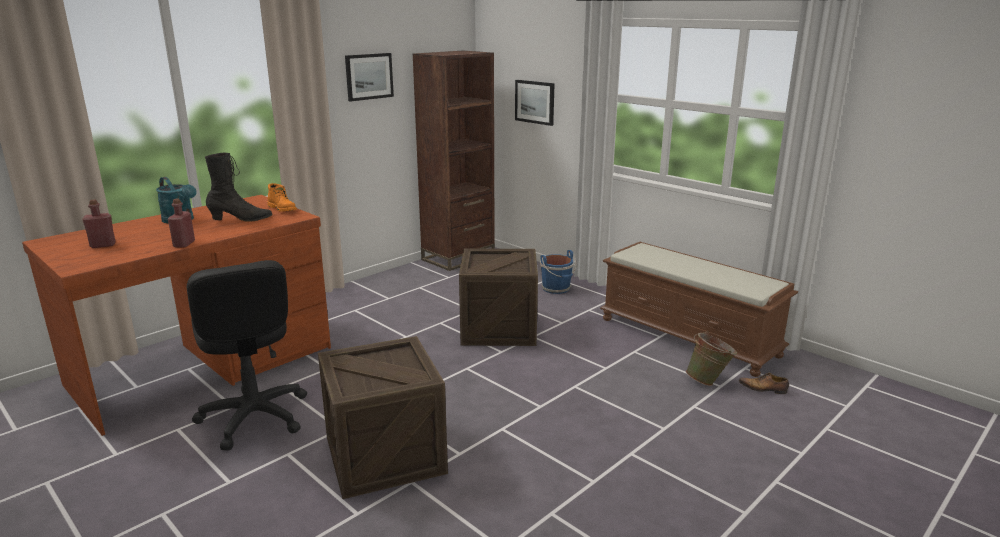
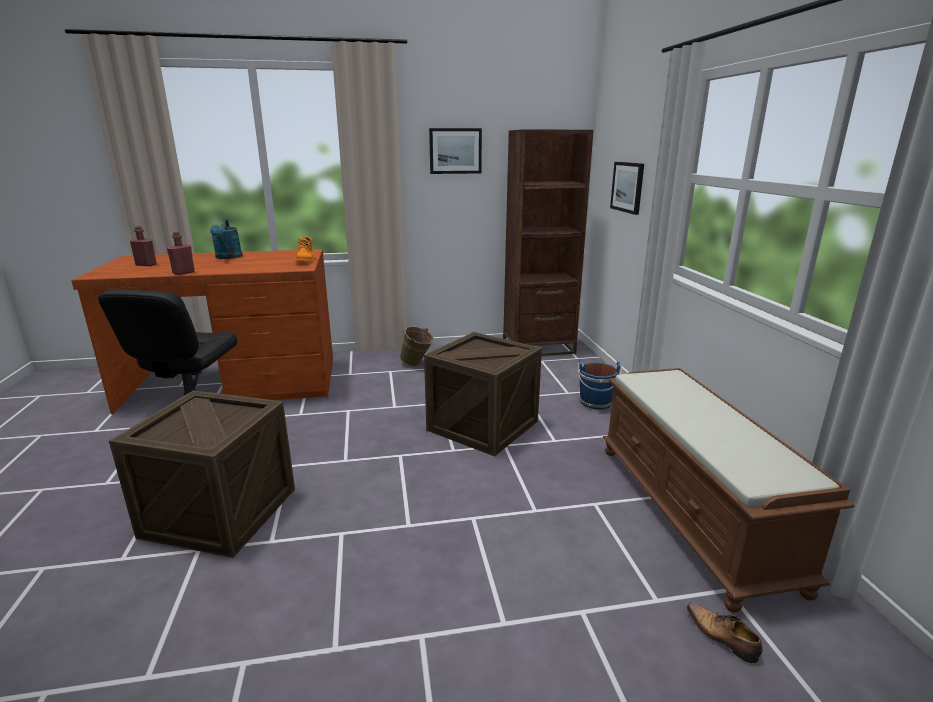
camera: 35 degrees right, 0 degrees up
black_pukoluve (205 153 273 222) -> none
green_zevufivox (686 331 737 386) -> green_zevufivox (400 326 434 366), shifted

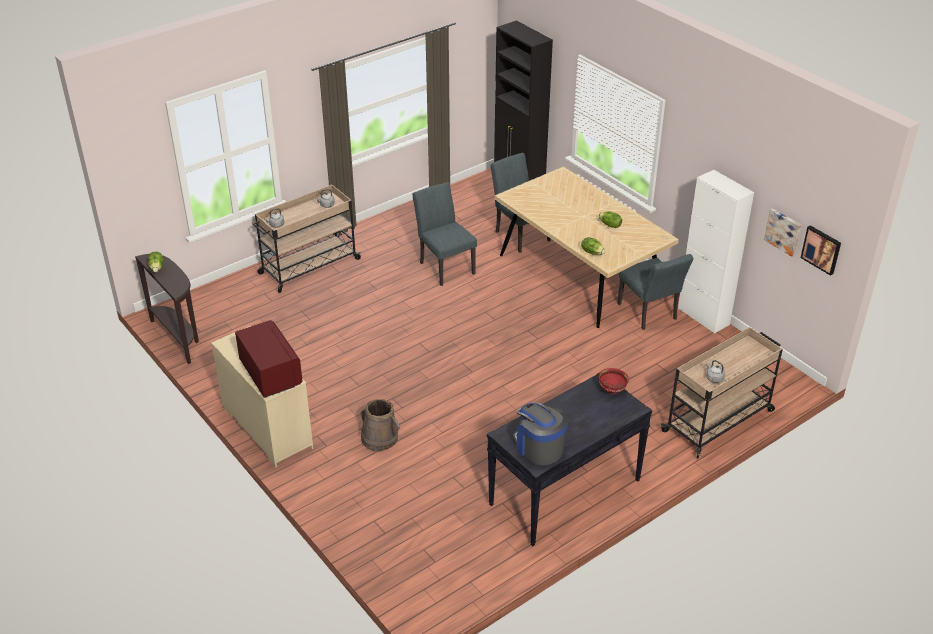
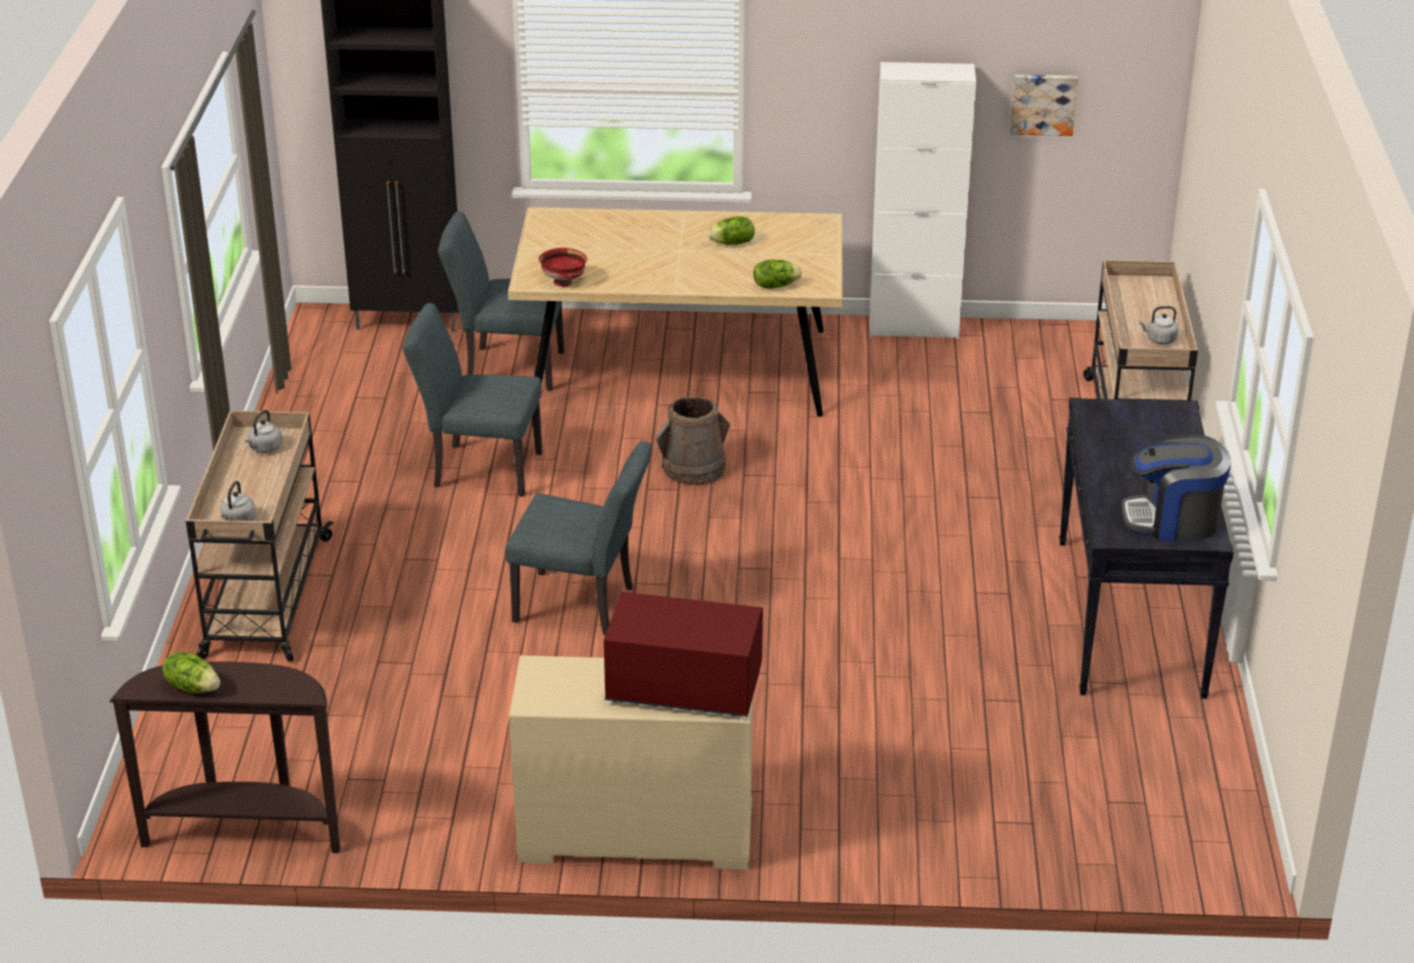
camera: 50 degrees left, 5 degrees down
brown_zevufivox (360 399 400 452) -> brown_zevufivox (656 396 730 485), shifted
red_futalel (599 368 629 394) -> red_futalel (539 248 587 287), shifted
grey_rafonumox (617 254 693 330) -> grey_rafonumox (506 441 652 635), shifted
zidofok (800 225 841 276) -> none

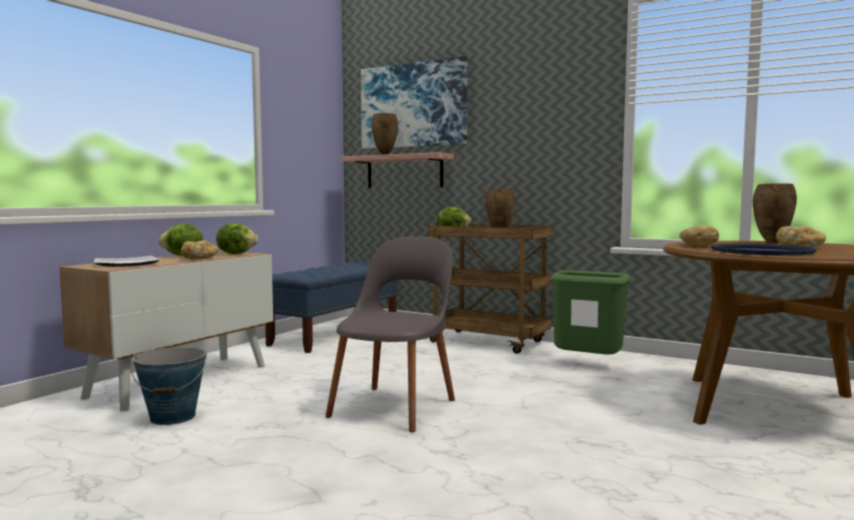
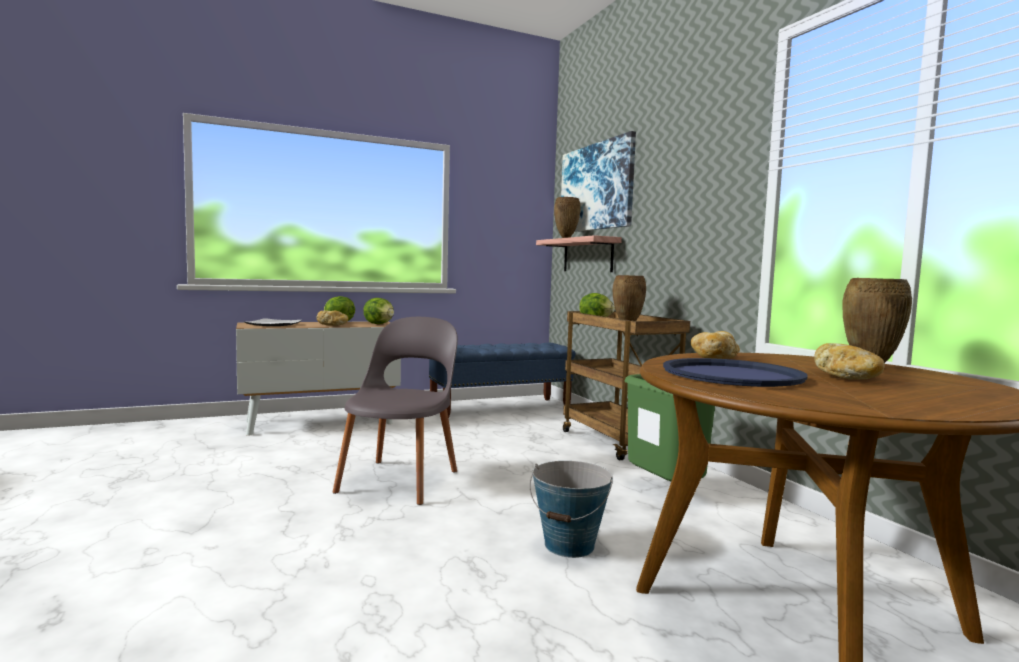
camera: 35 degrees right, 0 degrees up
zevufivox (131 347 207 425) -> zevufivox (530 461 613 558), shifted
grey_rafonumox (325 236 455 432) -> grey_rafonumox (333 317 458 505), 45 degrees counterclockwise

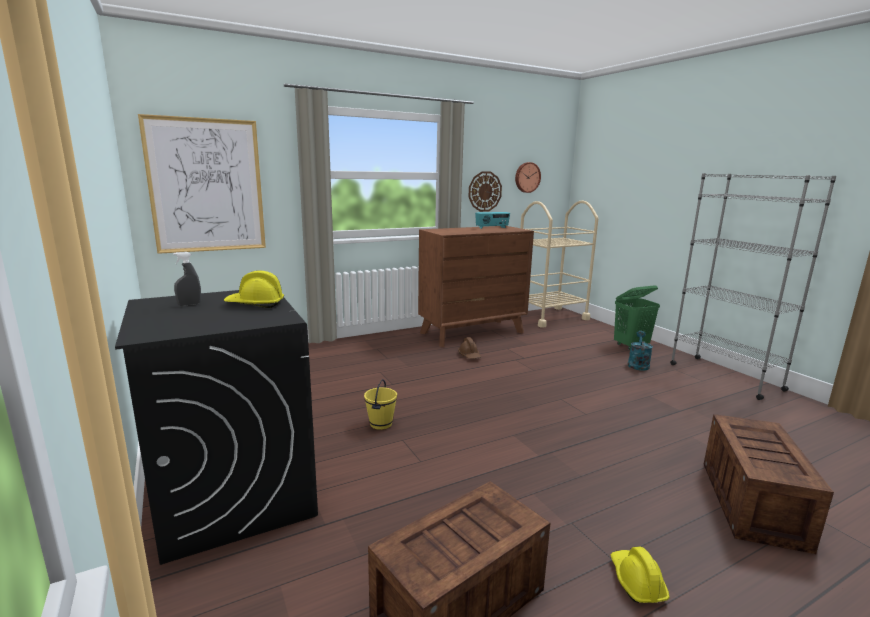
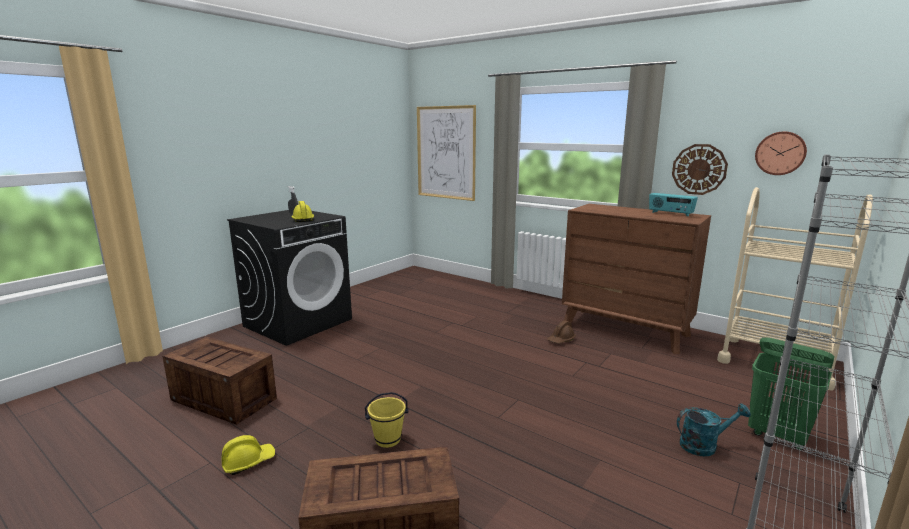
camera: 65 degrees right, 0 degrees up
yellow_zevufivox (364 379 397 430) -> yellow_zevufivox (365 392 408 448), shifted

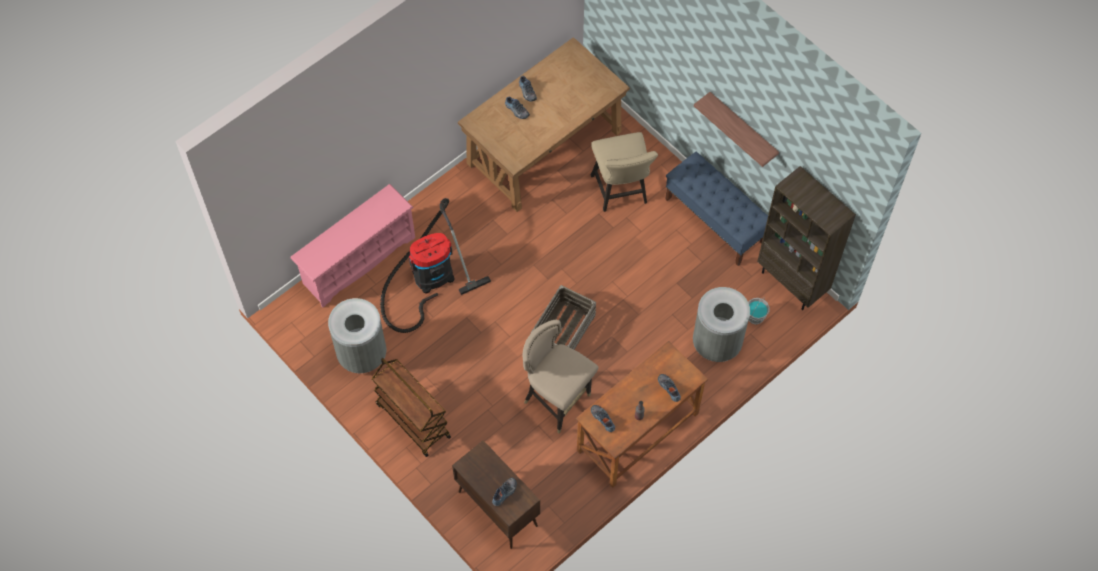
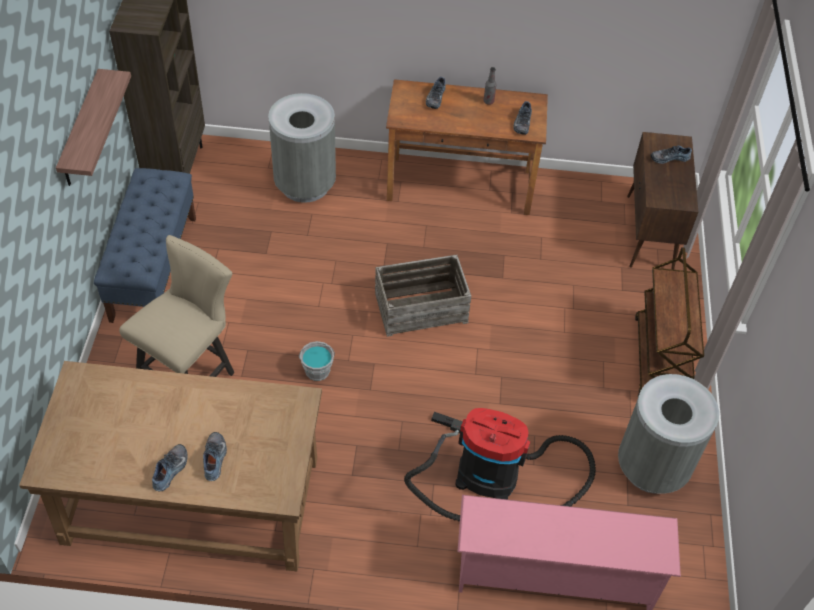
camera: 135 degrees left, 10 degrees down
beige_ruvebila (522 320 598 433) -> none
grey_zevufivox (748 298 770 324) -> grey_zevufivox (299 341 335 381), shifted

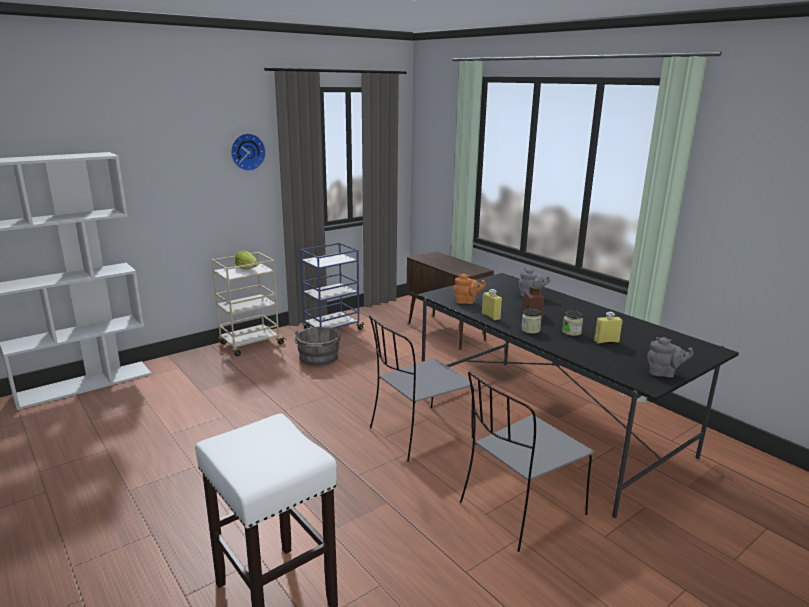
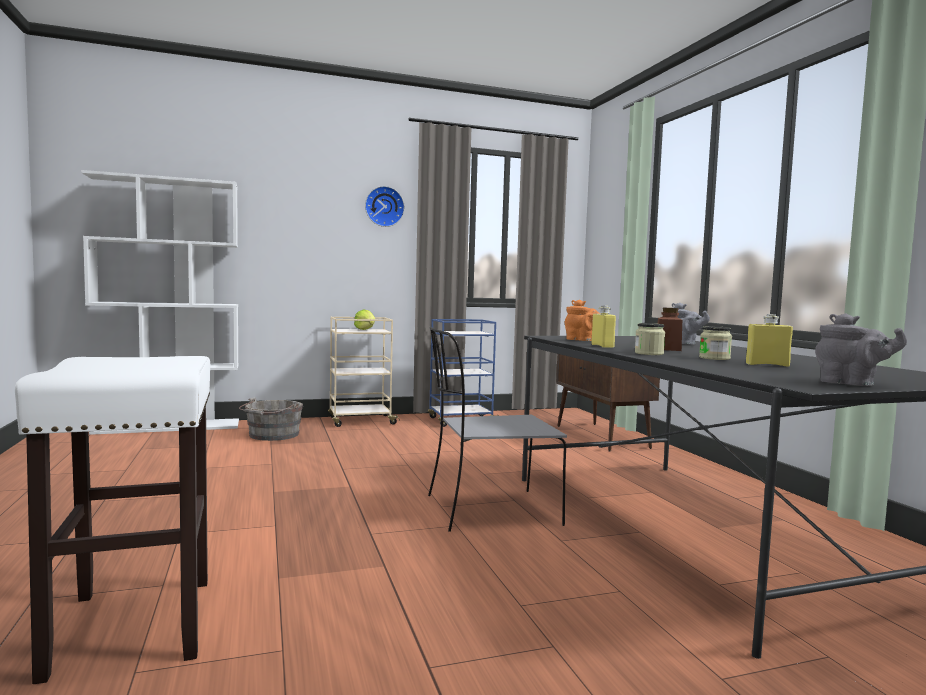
camera: 20 degrees right, 15 degrees down
grey_zevufivox (294 327 341 366) -> grey_zevufivox (239 397 303 441), shifted
grey_rafonumox (460 371 594 552) -> none

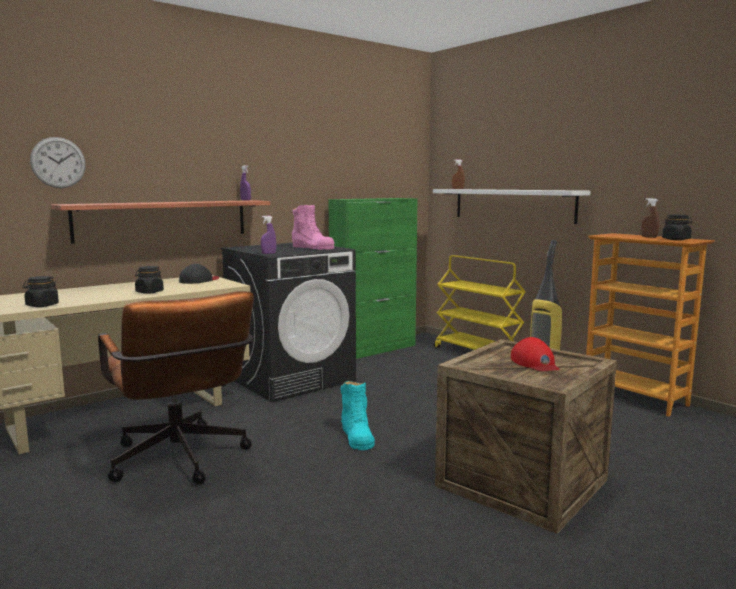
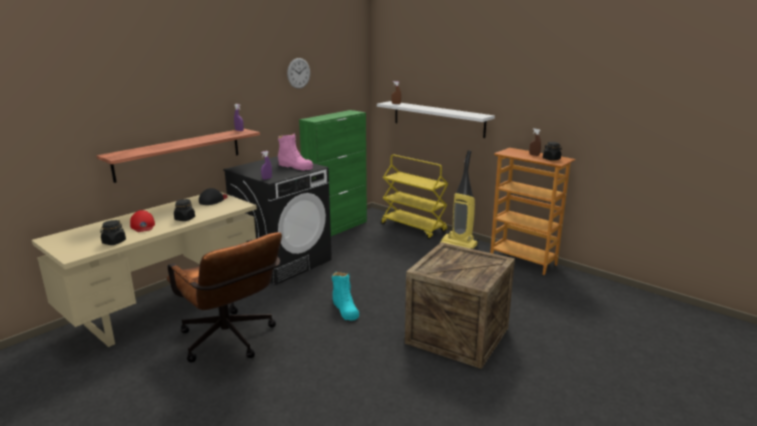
camera: 10 degrees left, 10 degrees up
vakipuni (30 137 86 188) -> vakipuni (287 58 310 89), shifted
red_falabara (511 337 560 371) -> red_falabara (130 210 155 232), shifted

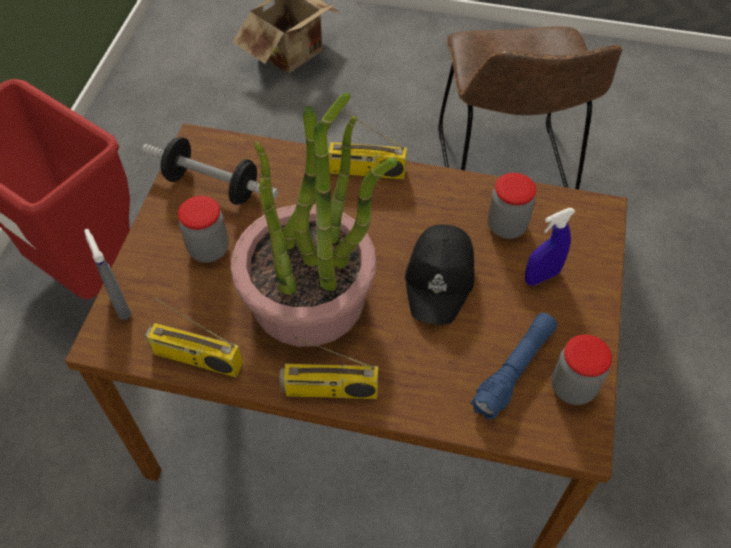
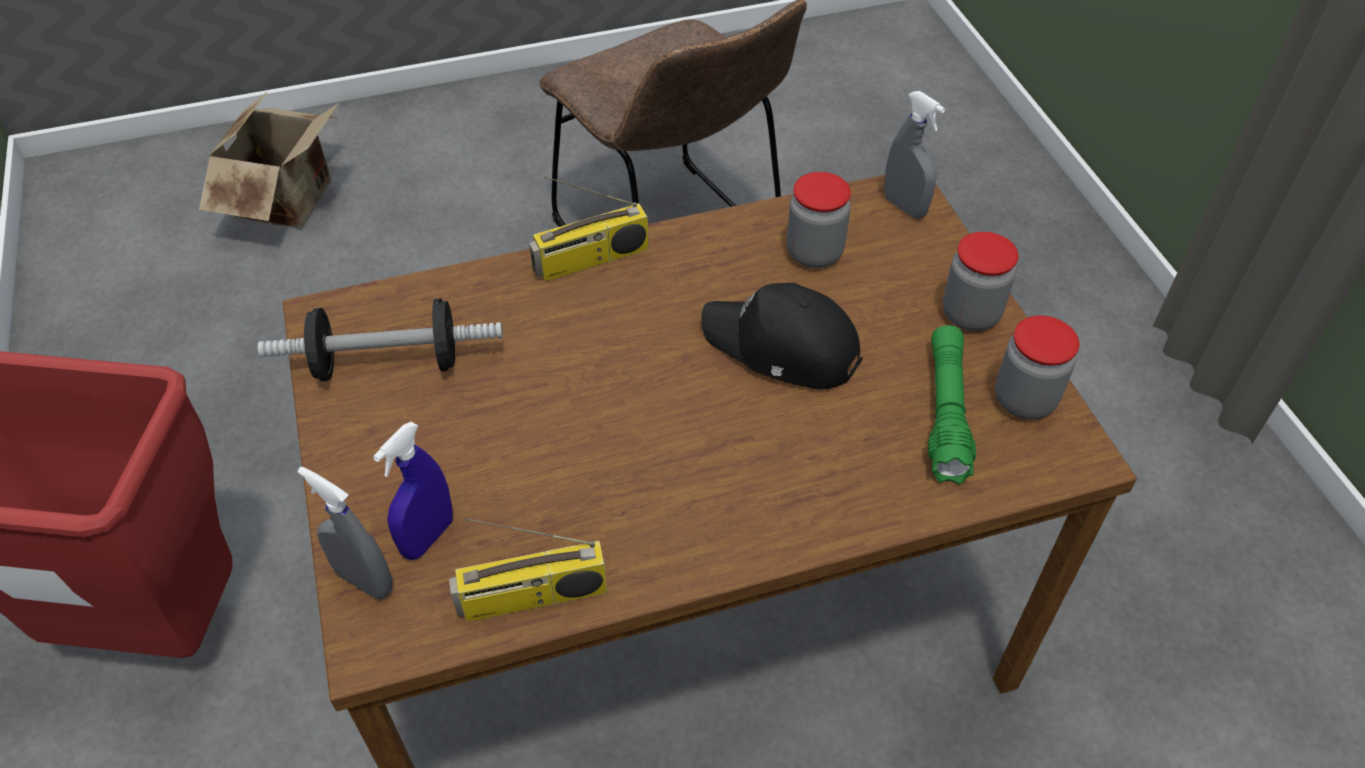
camera: 30 degrees left, 5 degrees down
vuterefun (178 196 229 263) -> vuterefun (943 232 1019 331), shifted
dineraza (231 92 398 347) -> none
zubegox (279 337 378 399) -> none
black_falabara (405 224 475 325) -> black_falabara (701 283 863 390), 135 degrees clockwise
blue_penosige (470 313 557 420) -> green_penosige (928 325 976 484)
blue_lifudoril (525 208 575 286) -> blue_lifudoril (373 422 453 560), shifted
none -> grey_lifudoril (884 91 945 219)

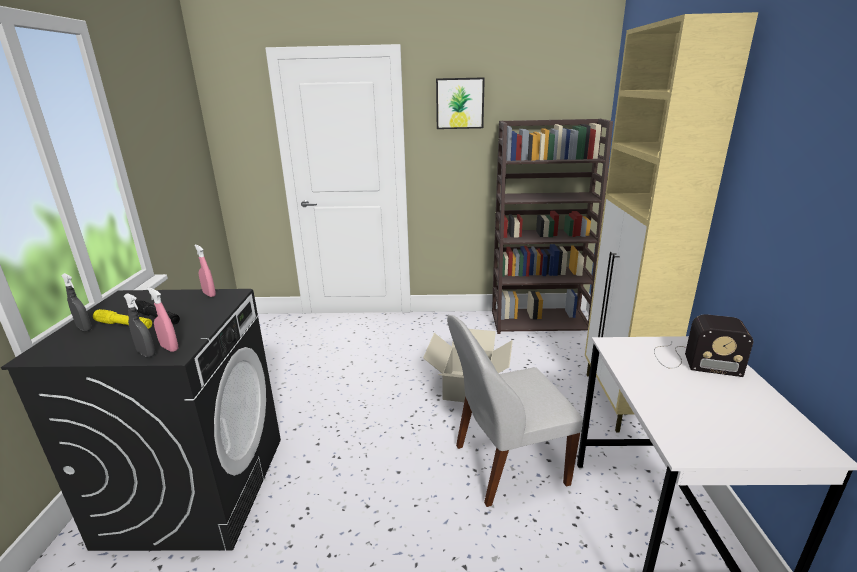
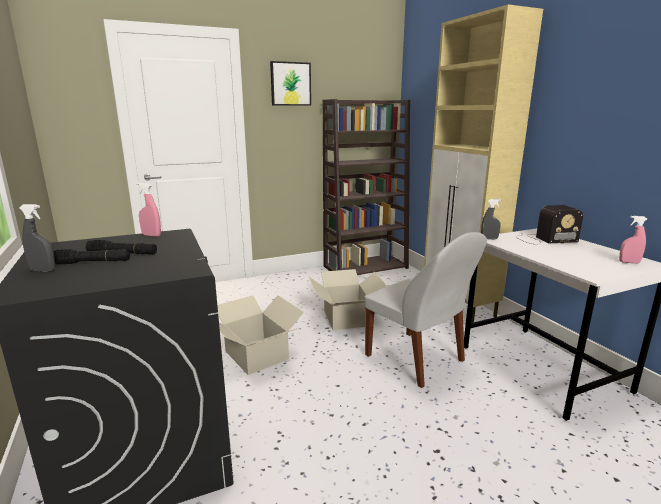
camera: 25 degrees left, 5 degrees down
yellow_penosige (93 309 152 329) -> black_penosige (53 249 130 264)
grey_lifudoril (124 293 155 357) -> grey_lifudoril (481 199 501 239), shifted
pink_lifudoril (147 287 178 352) -> pink_lifudoril (619 216 647 263), shifted
white_rafonumox (447 315 583 507) -> white_rafonumox (364 232 487 388), 90 degrees counterclockwise
none -> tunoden (217 295 304 375)

